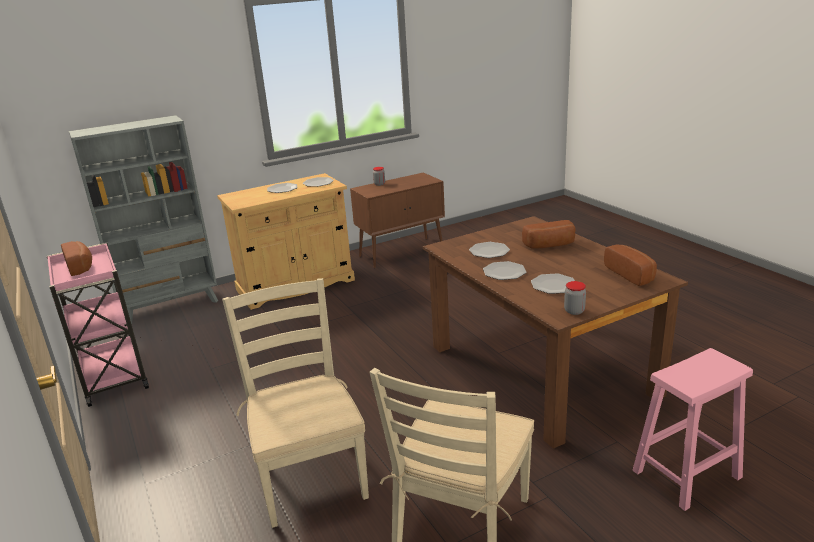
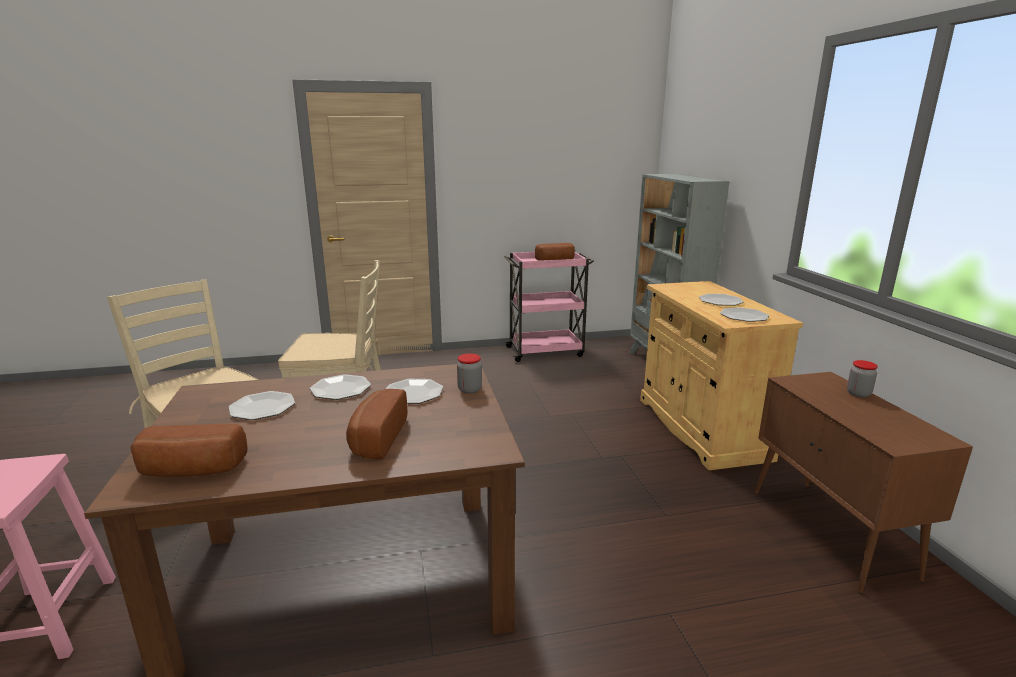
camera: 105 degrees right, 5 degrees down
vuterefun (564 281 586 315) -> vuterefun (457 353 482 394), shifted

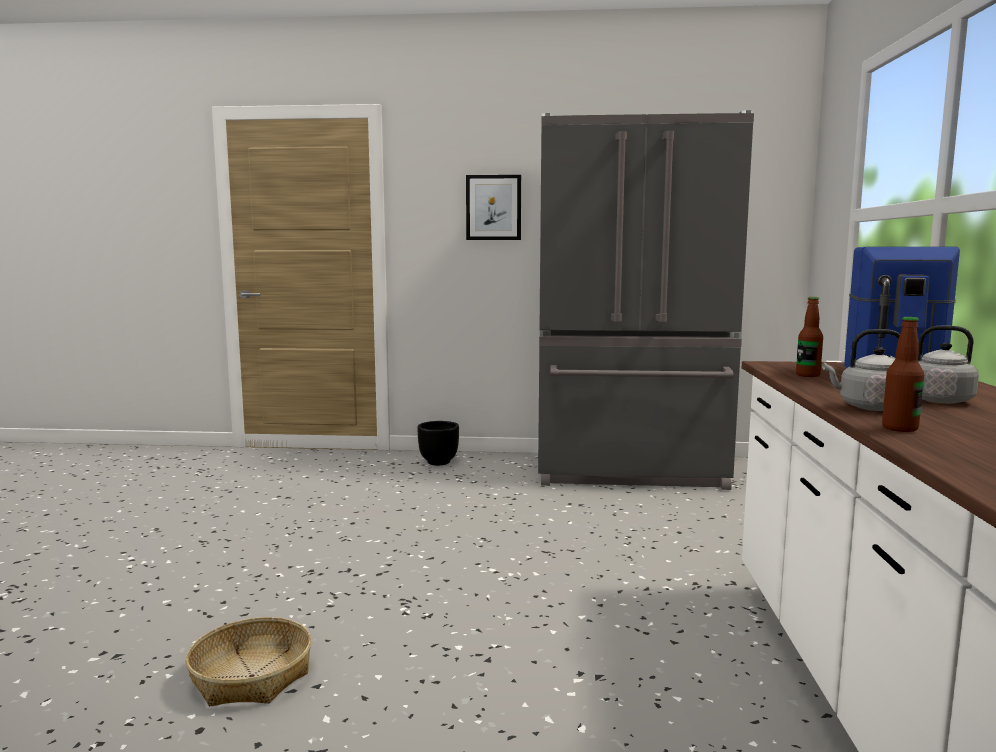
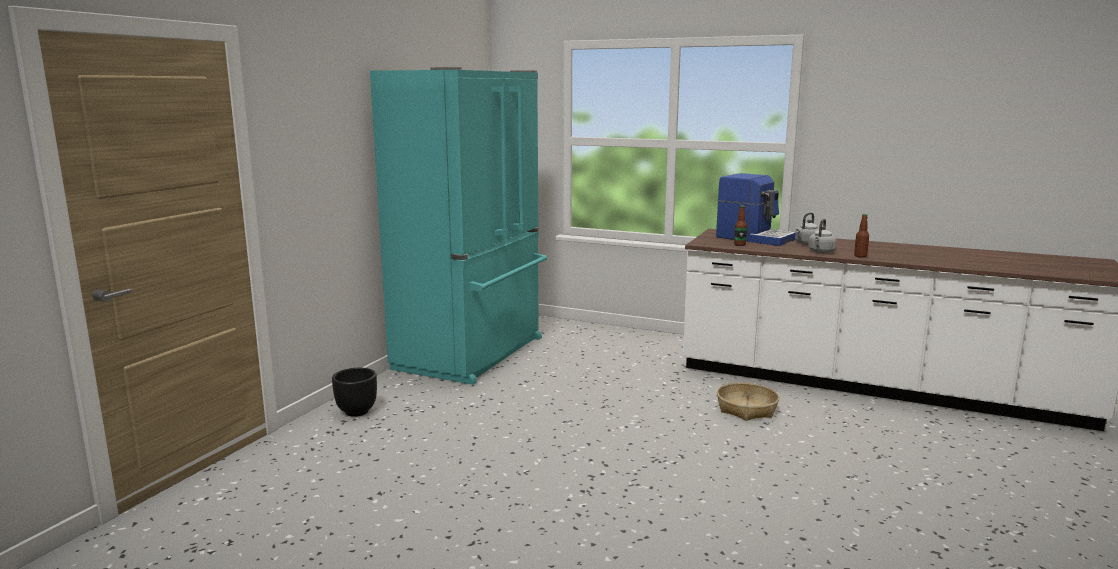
camera: 70 degrees left, 5 degrees up
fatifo (186 617 312 706) -> fatifo (717 382 779 421), shifted
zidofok (466 175 521 240) -> none
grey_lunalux (538 110 754 490) -> turquoise_lunalux (370 67 547 385)

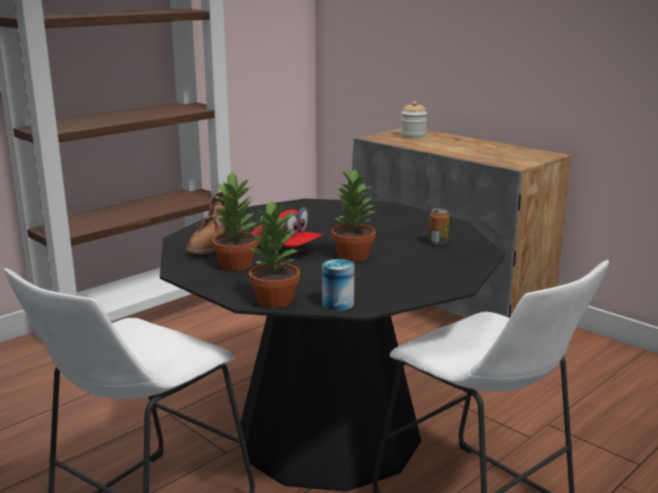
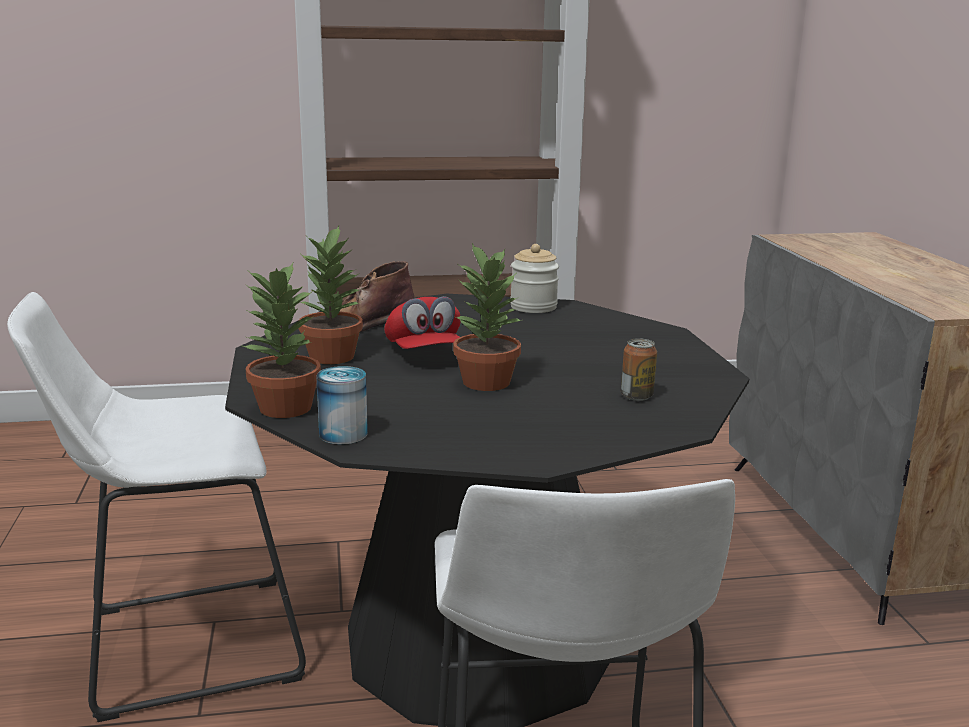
camera: 35 degrees right, 0 degrees up
vuterefun (401 101 427 138) -> vuterefun (510 244 559 313), shifted

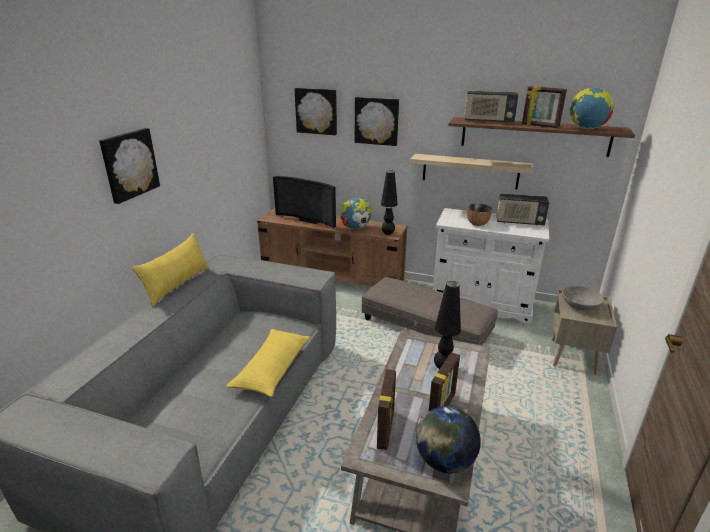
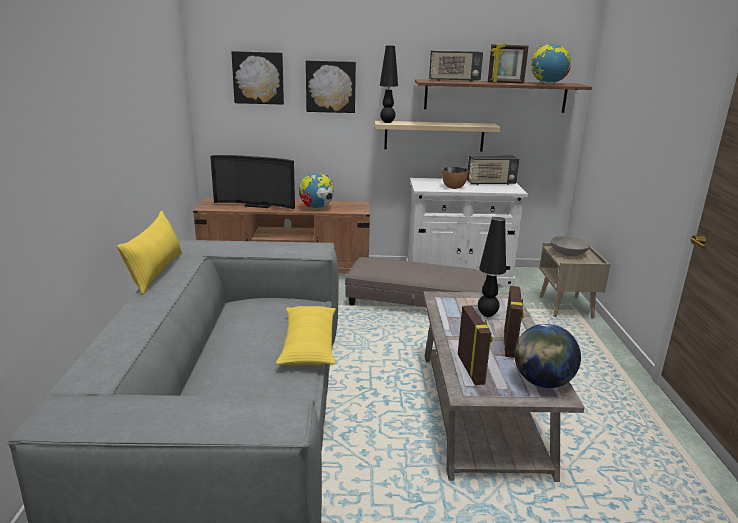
camera: 20 degrees left, 5 degrees down
zidofok (99 128 160 204) -> none
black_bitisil (381 170 398 235) -> black_bitisil (380 45 398 123), shifted

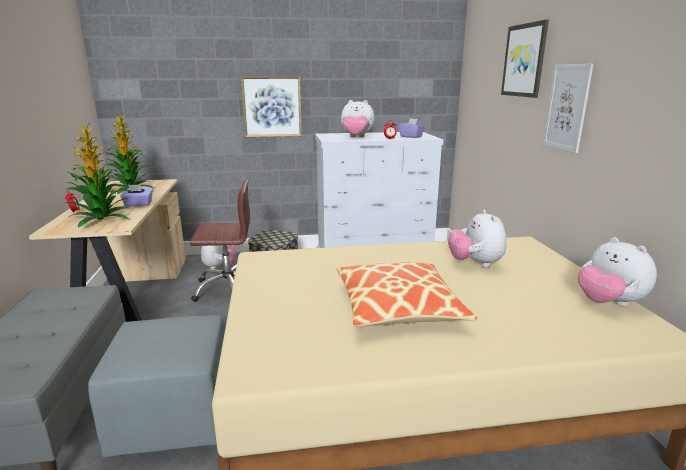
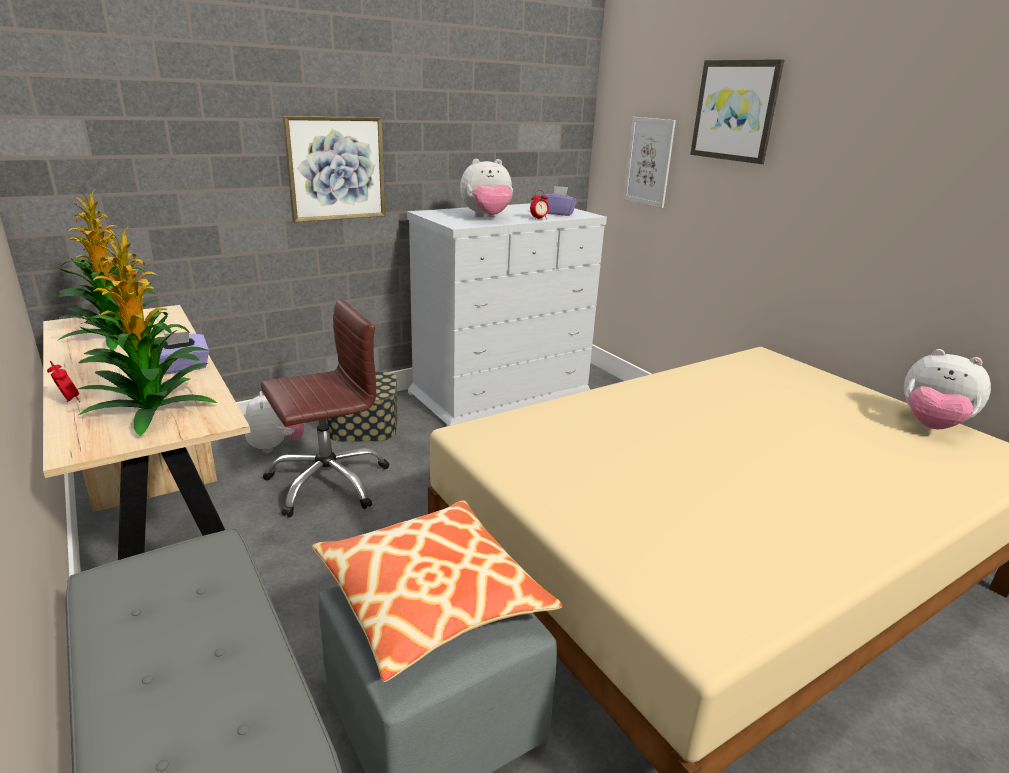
camera: 25 degrees left, 5 degrees up
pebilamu (336 262 477 327) -> pebilamu (312 500 563 682), shifted
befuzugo (448 209 507 267) -> none
zidofok (543 64 594 153) -> zidofok (623 117 676 208), shifted

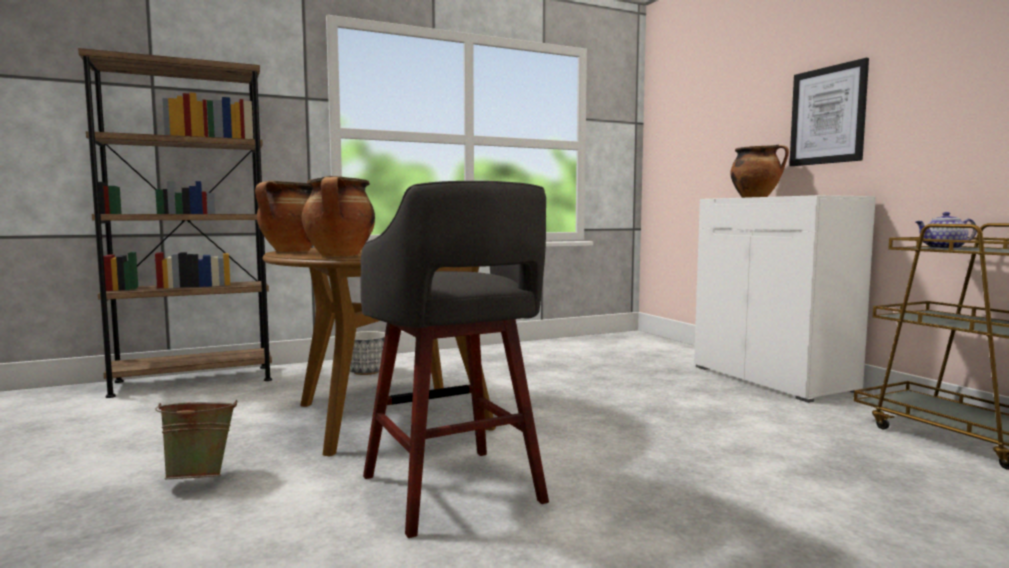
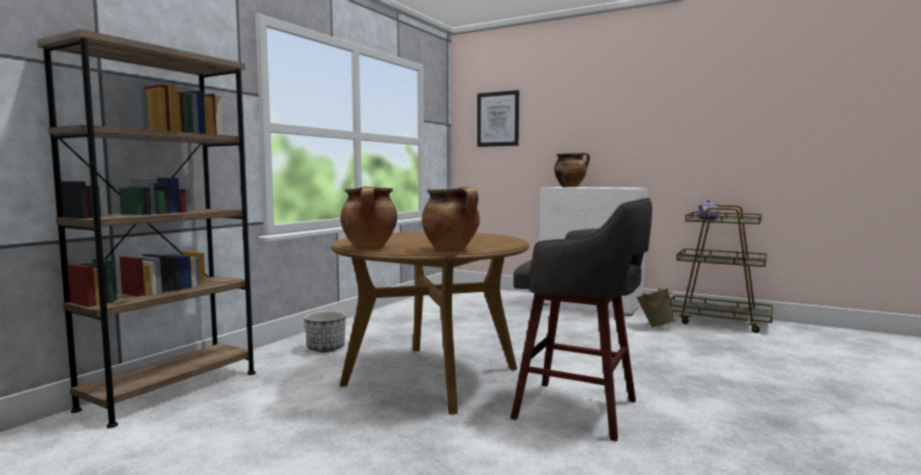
camera: 35 degrees left, 0 degrees up
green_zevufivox (155 400 237 479) -> green_zevufivox (636 288 674 327), shifted
zidofok (789 58 869 166) -> zidofok (477 90 519 147), shifted

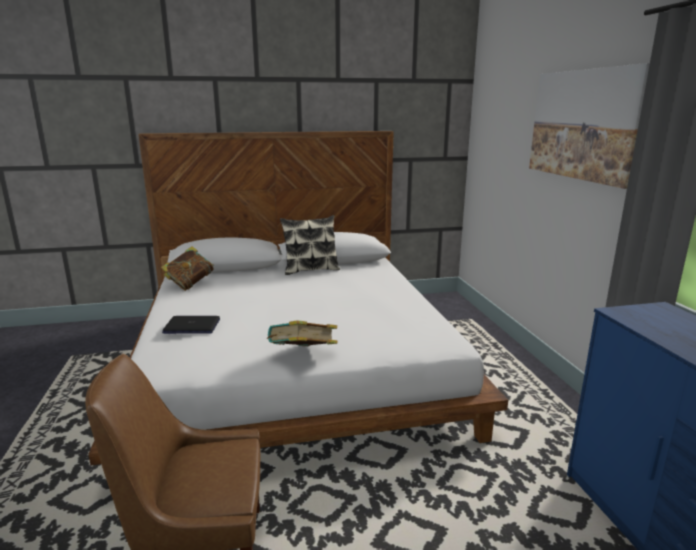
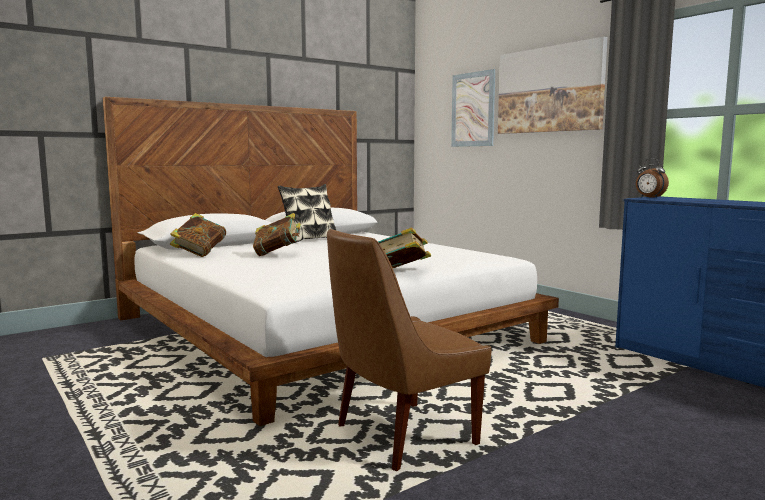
camera: 25 degrees left, 10 degrees down
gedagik (162 316 220 334) -> none
none -> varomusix (253 213 301 256)
none -> zidofok (451 69 496 147)
none -> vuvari (636 158 669 198)

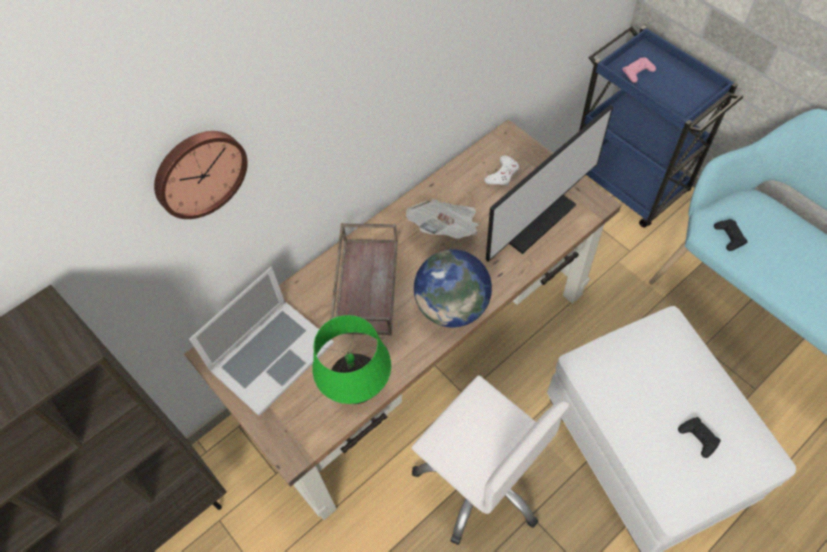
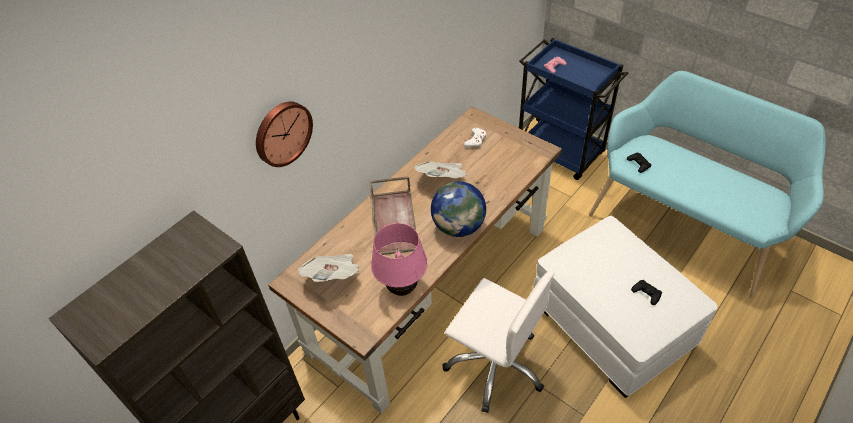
camera: 10 degrees left, 10 degrees down
gedagik (189 267 334 416) -> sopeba (298 254 359 282)
green_bitisil (312 315 391 404) -> pink_bitisil (371 223 428 296)
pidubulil (486 105 613 262) -> none

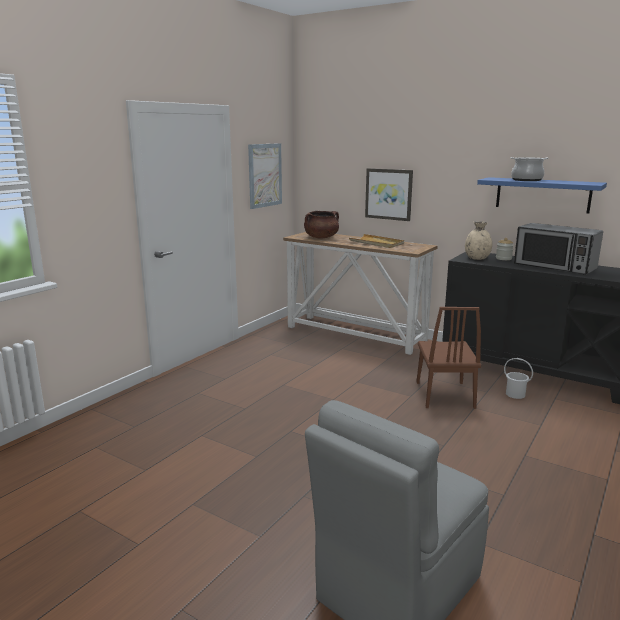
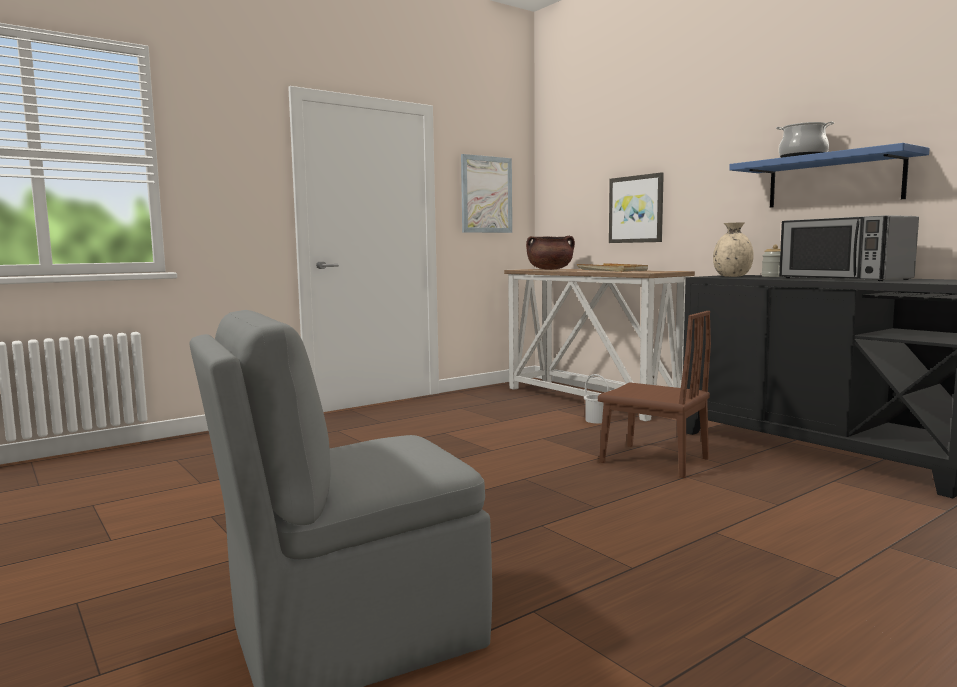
camera: 20 degrees right, 10 degrees down
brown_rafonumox (417 307 481 409) -> brown_rafonumox (598 311 711 478), 75 degrees counterclockwise
white_zevufivox (504 358 533 399) -> white_zevufivox (584 374 609 423), shifted

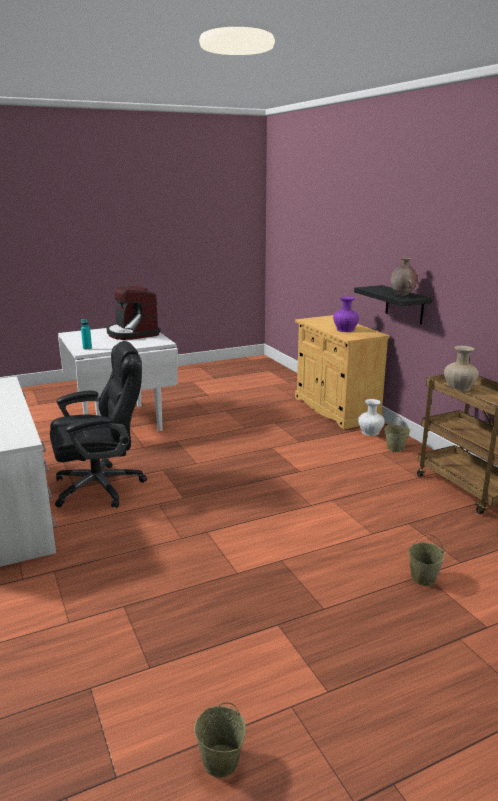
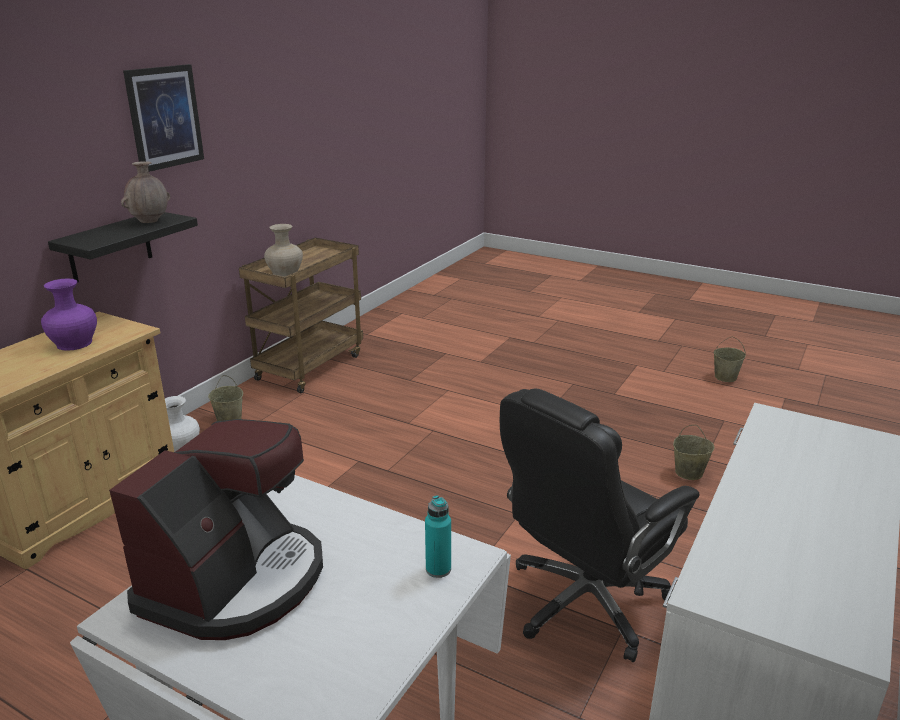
camera: 125 degrees left, 5 degrees up
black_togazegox (50 341 147 508) -> black_togazegox (500 388 699 662), 75 degrees counterclockwise
beige_zevufivox (408 534 445 586) -> beige_zevufivox (673 425 714 480), shifted
none -> zidofok (123 64 204 172)

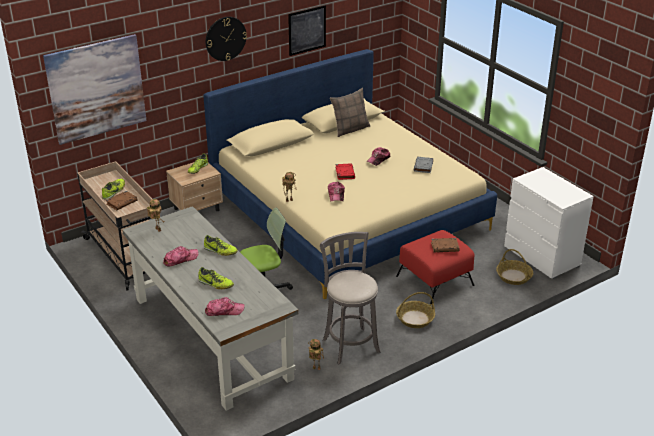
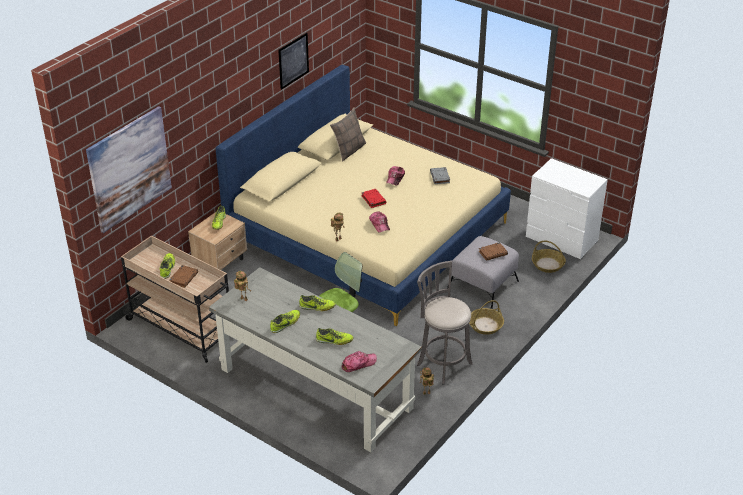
camera: 20 degrees left, 5 degrees up
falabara (163 246 199 267) -> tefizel (270 310 300 333)
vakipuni (206 17 247 61) -> none
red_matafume (396 230 475 304) -> grey_matafume (447 236 519 309)

